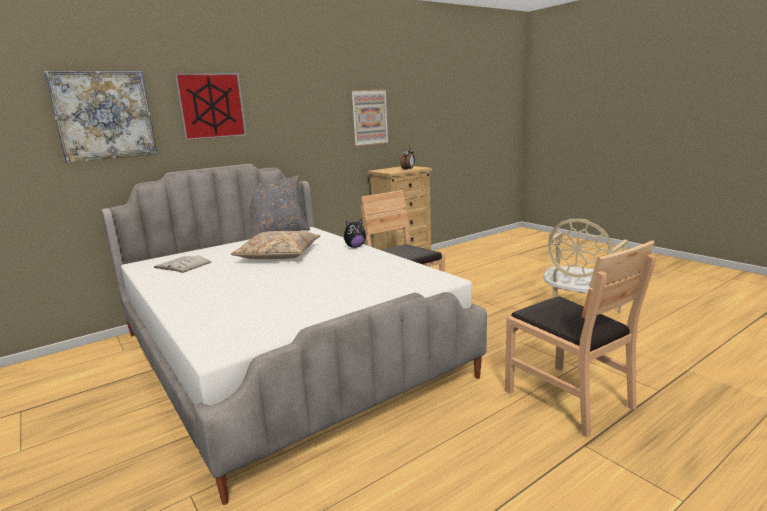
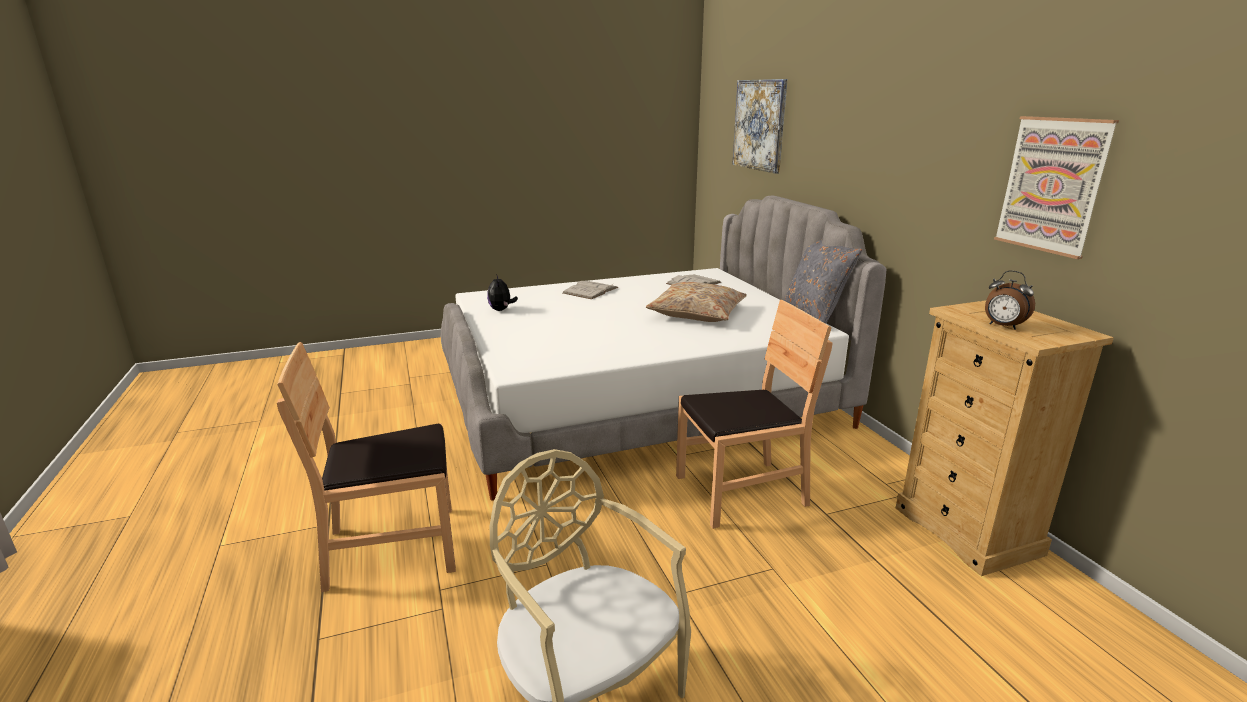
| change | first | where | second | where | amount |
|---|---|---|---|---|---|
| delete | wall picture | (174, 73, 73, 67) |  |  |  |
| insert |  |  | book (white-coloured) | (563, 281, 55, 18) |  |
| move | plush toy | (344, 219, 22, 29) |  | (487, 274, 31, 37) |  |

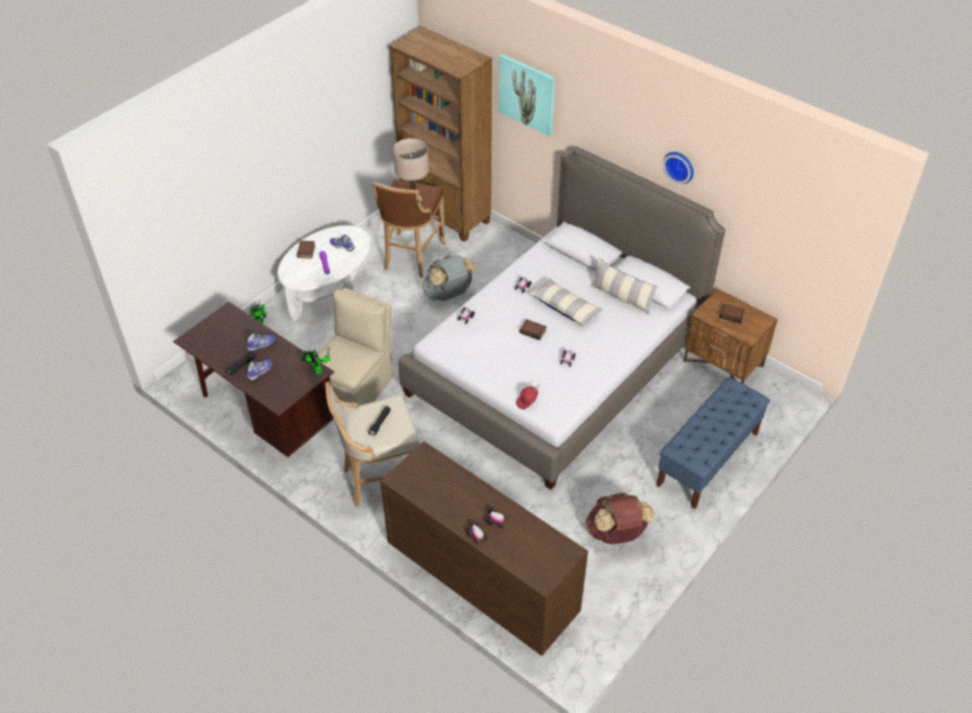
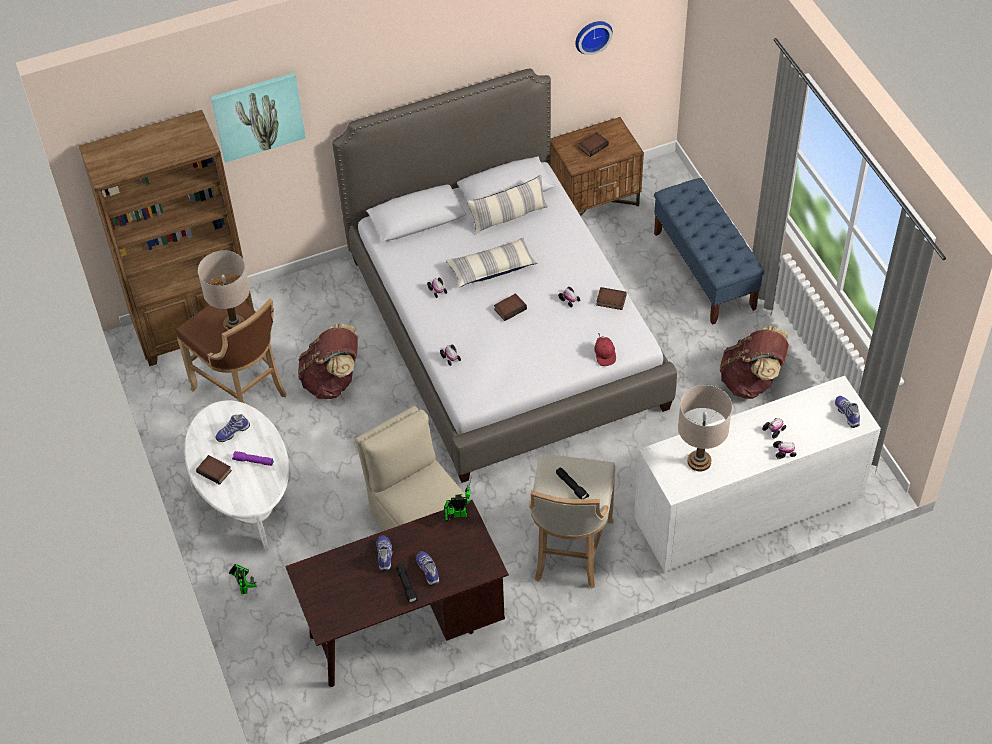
| change | first | where | second | where | amount |
|---|---|---|---|---|---|
| insert |  |  | book | (596, 287, 31, 23) |  |
| insert |  |  | lamp for a table (beige-coloured) | (678, 385, 54, 86) |  |
| insert |  |  | low shoe | (835, 396, 25, 32) |  |
| move | hanging clock | (663, 152, 31, 32) |  | (575, 21, 38, 34) |  |
| recolor | chest of drawers (brown-coloured) | (380, 441, 208, 215) | chest of drawers (white-coloured) | (634, 376, 247, 196) |  |
| recolor | knapsack (gray) | (422, 255, 55, 46) | knapsack (brown-coloured) | (298, 324, 60, 75) |  |

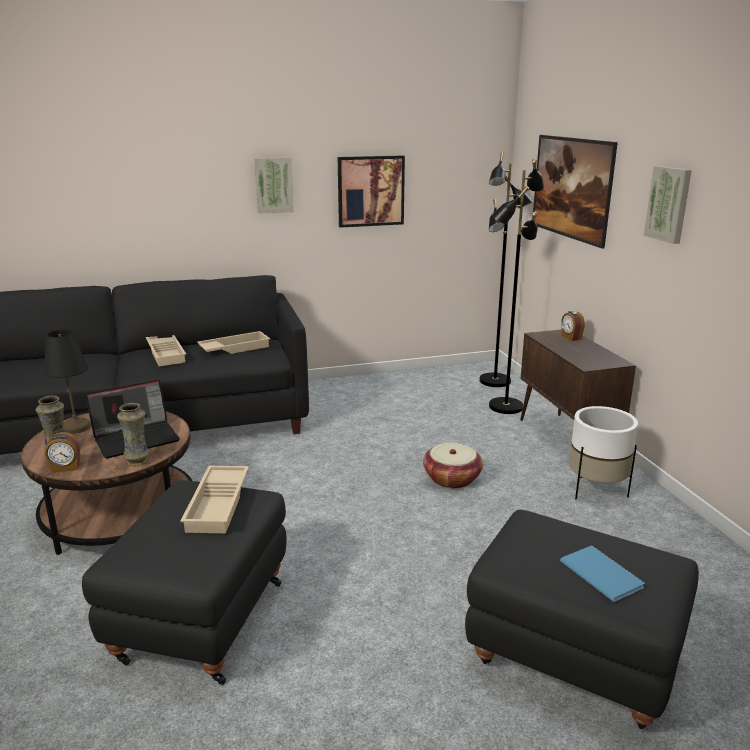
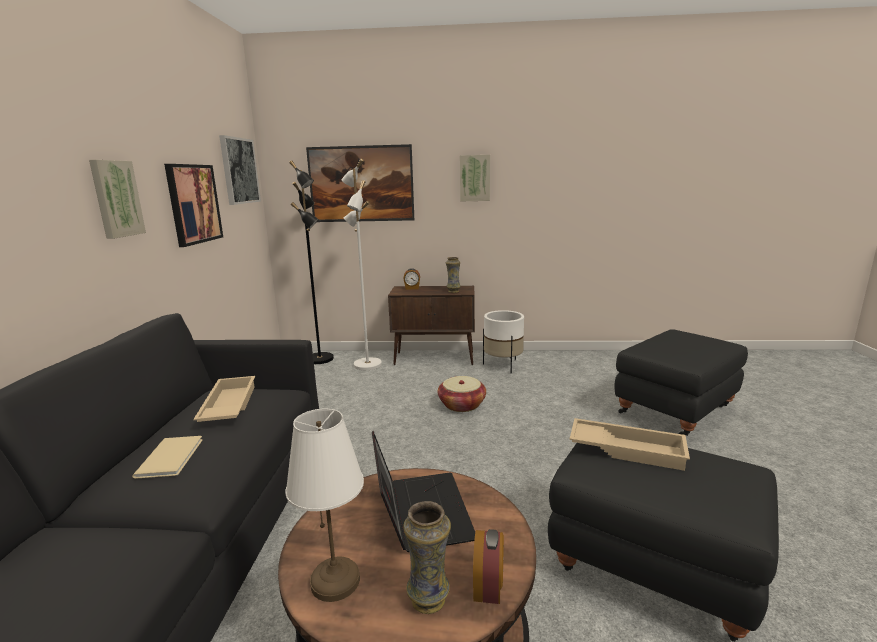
| change | first | where | second | where | amount |
|---|---|---|---|---|---|
| delete | book (bluish) | (560, 546, 85, 56) |  |  |  |
| insert |  |  | wall picture | (219, 135, 42, 70) |  |
| move | vase | (117, 403, 32, 63) |  | (446, 257, 15, 36) |  |
| replace | tray (beige-coloured) | (146, 335, 40, 31) | book (beige-coloured) | (132, 436, 70, 43) |  |
| recolor | lamp for a table (blackish) | (44, 329, 47, 105) | lamp for a table (white-coloured) | (286, 409, 78, 193) |  |
| recolor | standing lamp (blackish) | (489, 159, 55, 255) | standing lamp (white-coloured) | (341, 158, 41, 212) |  |

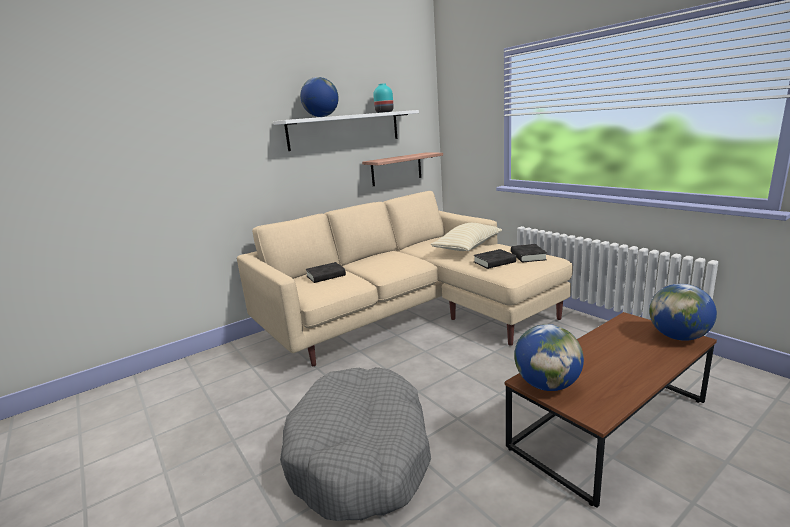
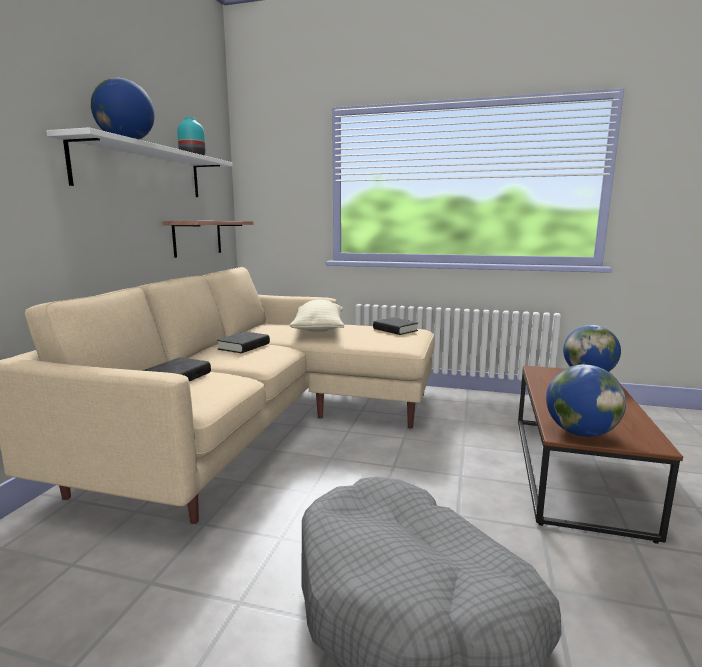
| change | first | where | second | where | amount |
|---|---|---|---|---|---|
| move | book (blackish) | (473, 249, 43, 20) |  | (217, 331, 53, 22) |  |

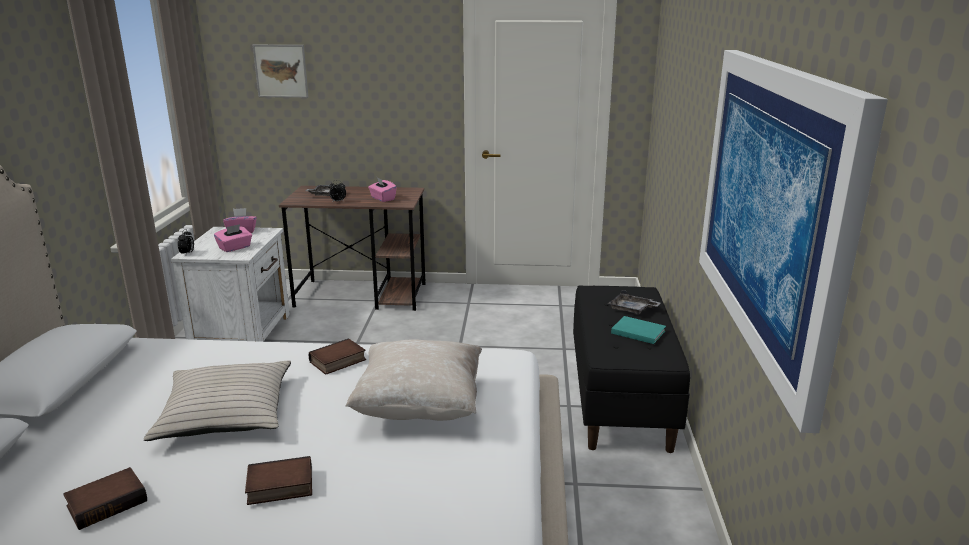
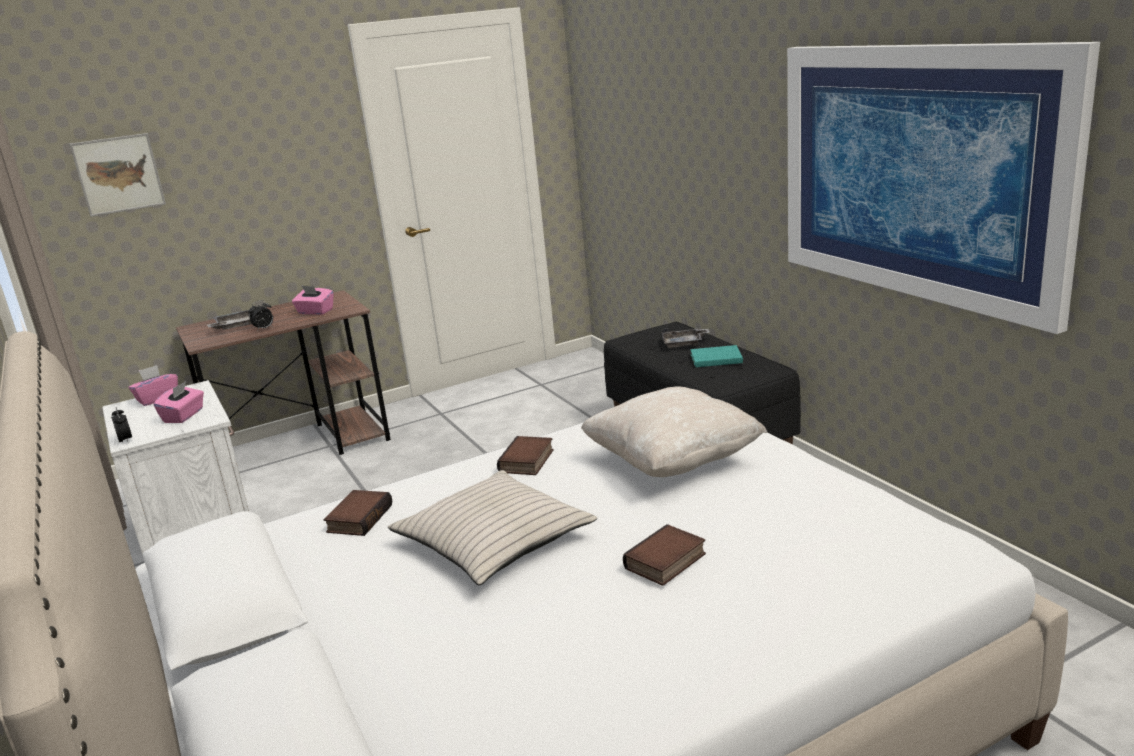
| change | first | where | second | where | amount |
|---|---|---|---|---|---|
| move | book | (63, 467, 84, 63) |  | (324, 490, 68, 46) |  |

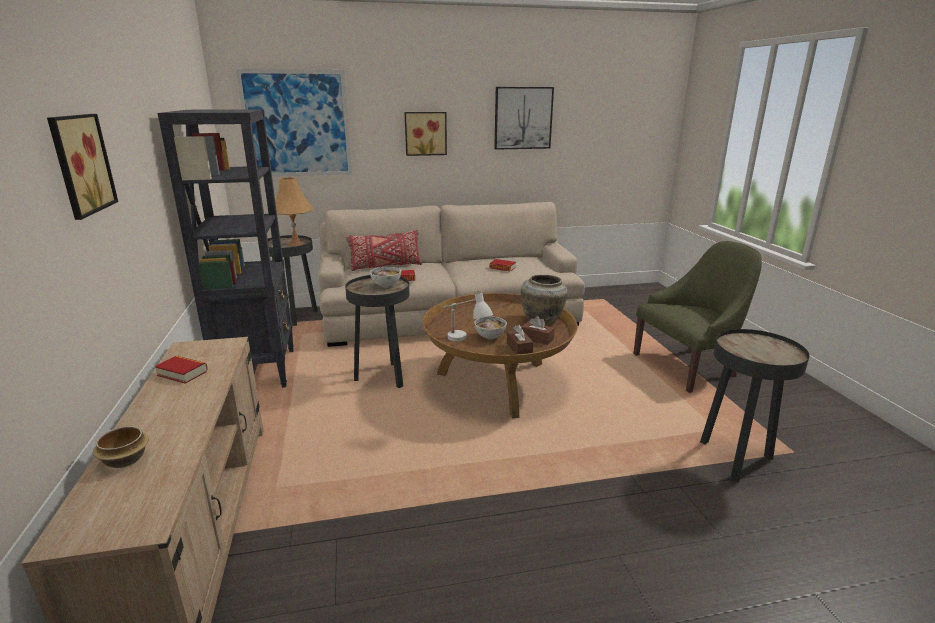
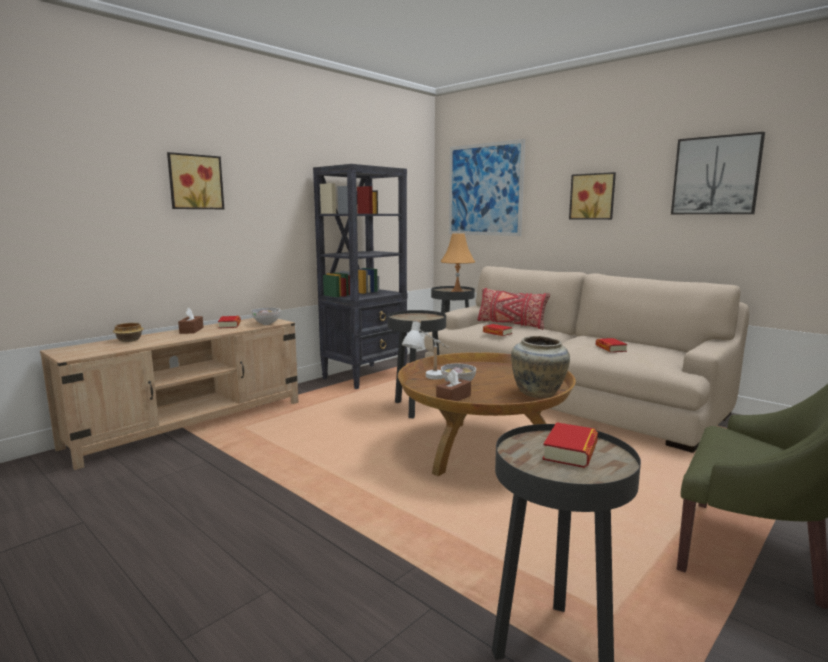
| change | first | where | second | where | amount |
|---|---|---|---|---|---|
| insert |  |  | book | (543, 422, 55, 46) |  |
| move | deep dish | (370, 267, 31, 21) |  | (251, 308, 30, 17) |  |
| move | box of tissues (brown-coloured) | (521, 316, 34, 29) |  | (178, 307, 26, 27) |  |

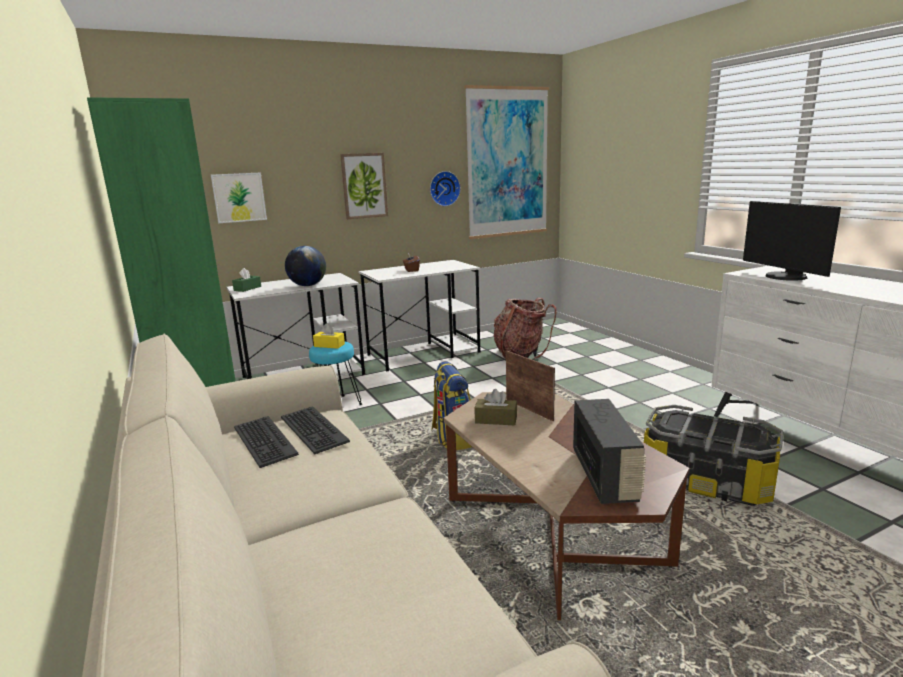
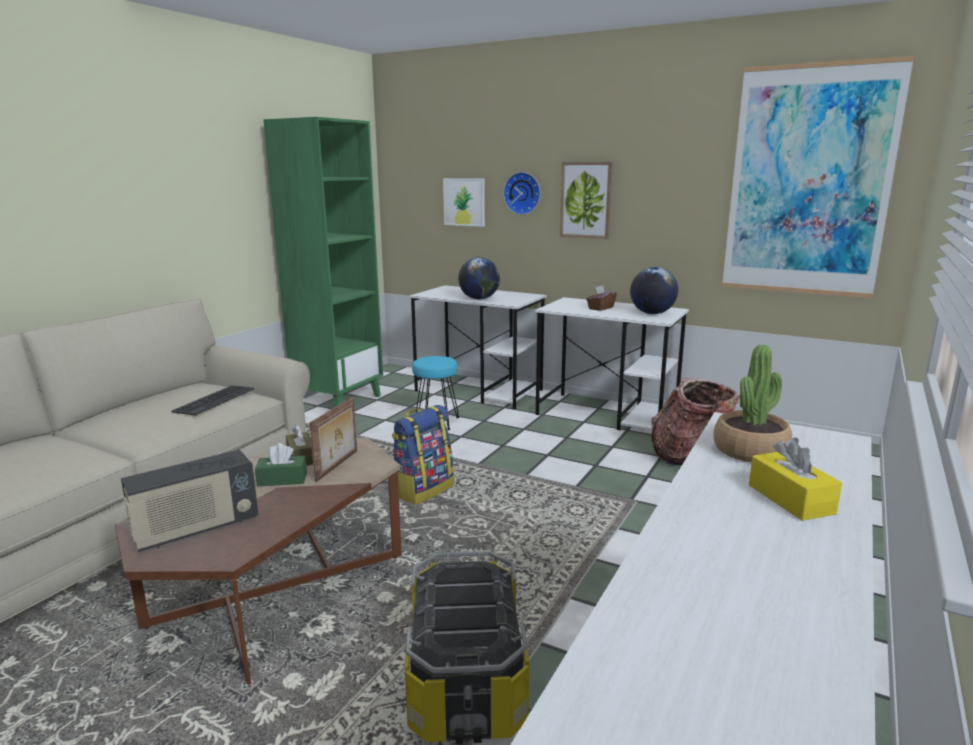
| change | first | where | second | where | amount |
|---|---|---|---|---|---|
| delete | keyboard | (234, 416, 65, 52) |  |  |  |
| insert |  |  | world globe | (630, 267, 48, 47) |  |
| move | box of tissues (green) | (232, 268, 29, 24) |  | (255, 443, 52, 43) |  |
| move | box of tissues (yellow) | (313, 324, 32, 25) |  | (749, 438, 93, 83) |  |
| move | hanging clock | (430, 171, 31, 35) |  | (503, 172, 37, 43) |  |
| replace | monitor | (743, 201, 98, 80) | plant in a pot | (714, 345, 78, 117) |  |

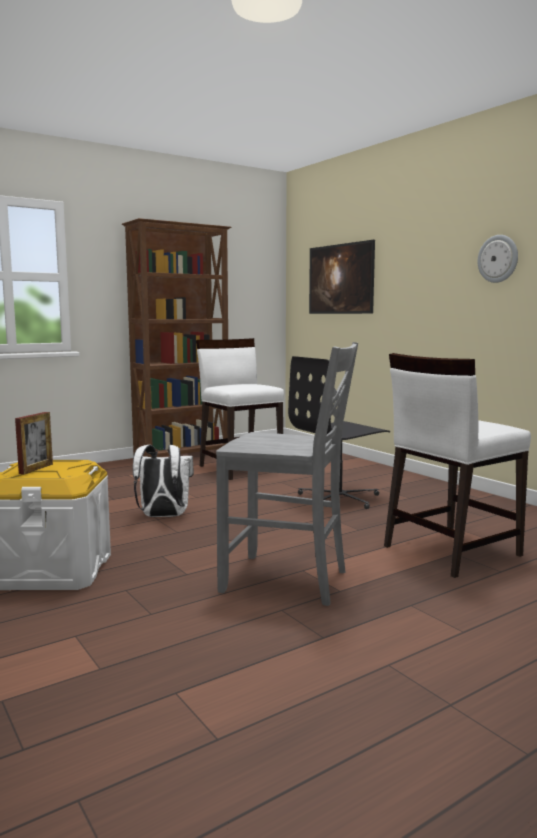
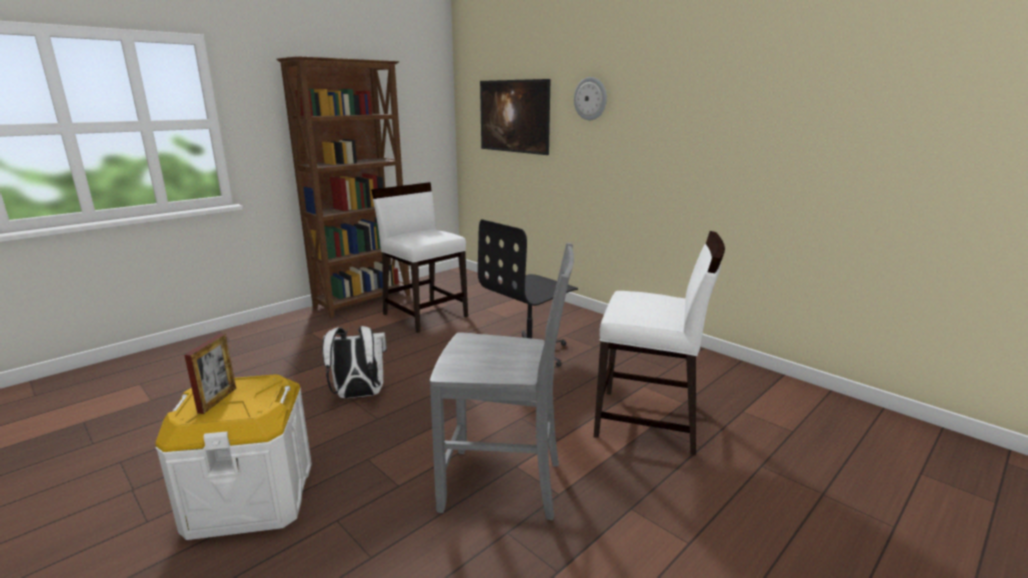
| change | first | where | second | where | amount |
|---|---|---|---|---|---|
| move | hanging clock | (478, 235, 40, 48) |  | (574, 77, 33, 43) |  |
| rotate | chair (white-coloured) | (384, 353, 147, 225) |  | (594, 231, 131, 224) | 120 degrees counterclockwise |

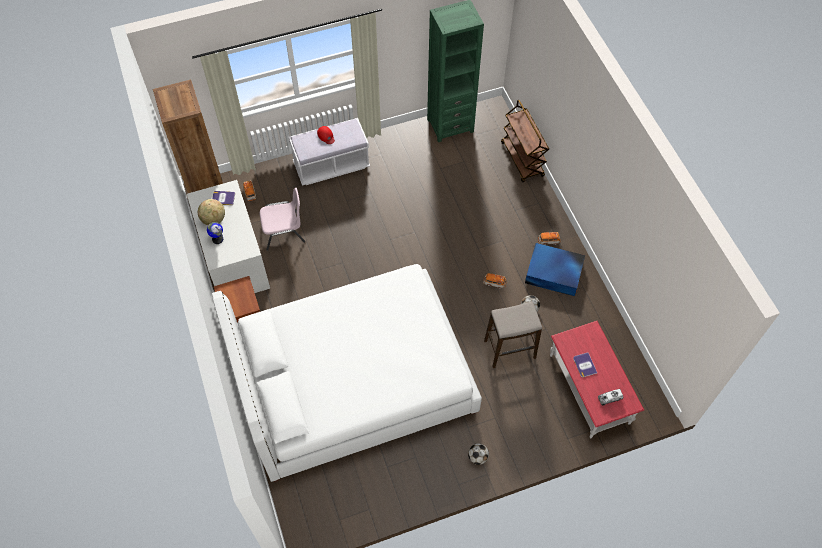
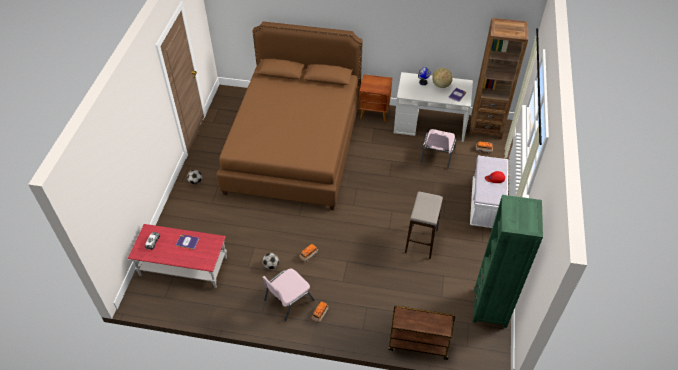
| change | first | where | second | where | amount |
|---|---|---|---|---|---|
| move | stool seat | (484, 302, 58, 66) |  | (405, 191, 38, 68) |  |
| replace | storage container (bluish) | (525, 243, 60, 53) | chair (pink-coloured) | (263, 268, 51, 54) |  |
| recolor | bed (white-coloured) | (212, 264, 270, 218) | bed (brown-coloured) | (216, 21, 147, 189) |  |

